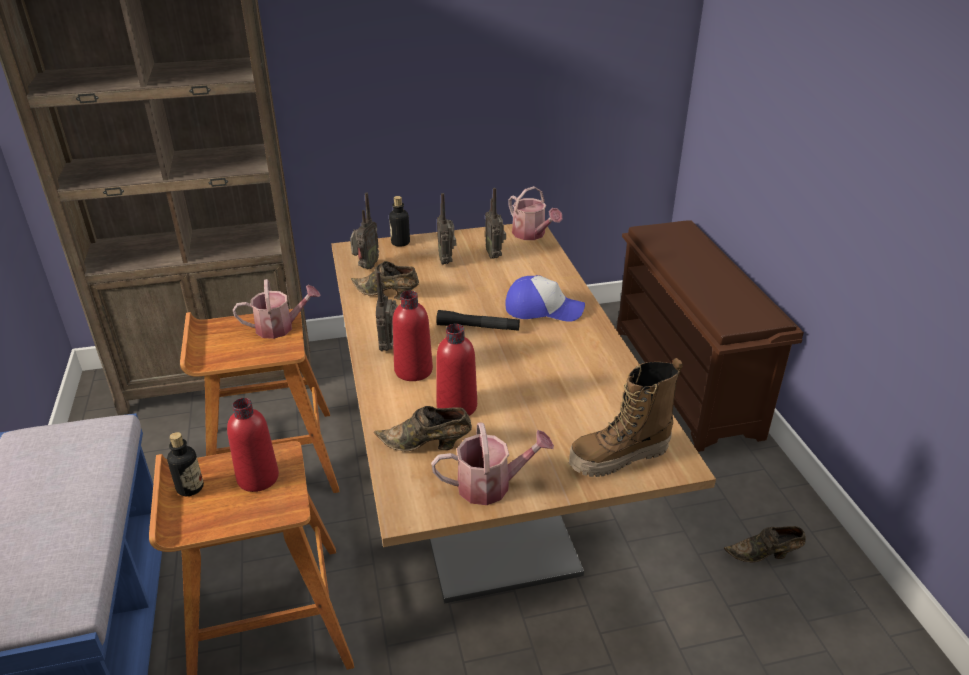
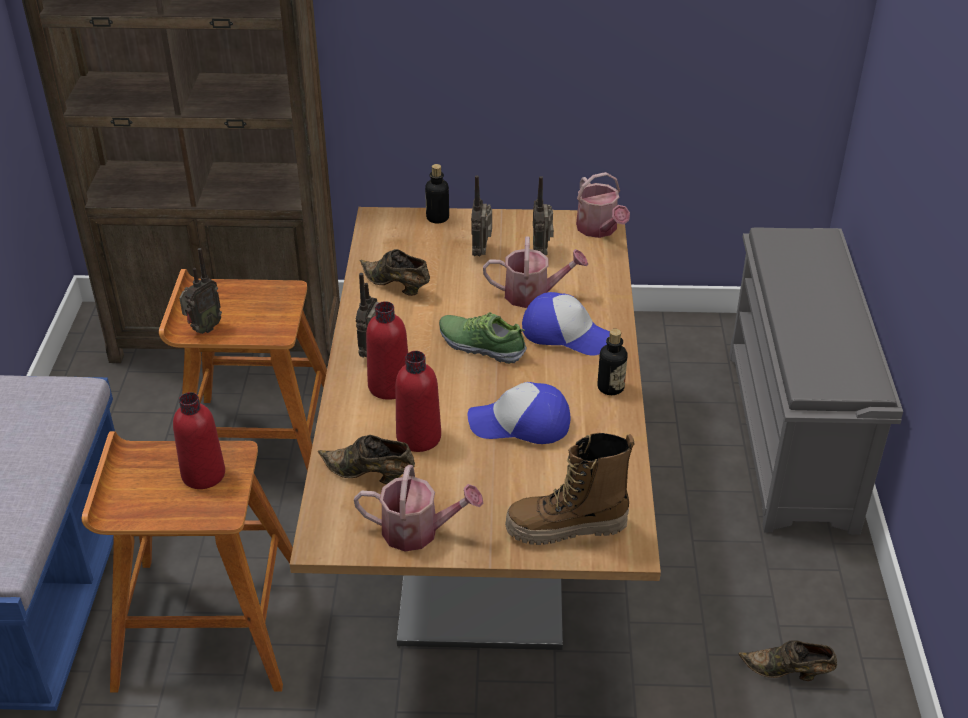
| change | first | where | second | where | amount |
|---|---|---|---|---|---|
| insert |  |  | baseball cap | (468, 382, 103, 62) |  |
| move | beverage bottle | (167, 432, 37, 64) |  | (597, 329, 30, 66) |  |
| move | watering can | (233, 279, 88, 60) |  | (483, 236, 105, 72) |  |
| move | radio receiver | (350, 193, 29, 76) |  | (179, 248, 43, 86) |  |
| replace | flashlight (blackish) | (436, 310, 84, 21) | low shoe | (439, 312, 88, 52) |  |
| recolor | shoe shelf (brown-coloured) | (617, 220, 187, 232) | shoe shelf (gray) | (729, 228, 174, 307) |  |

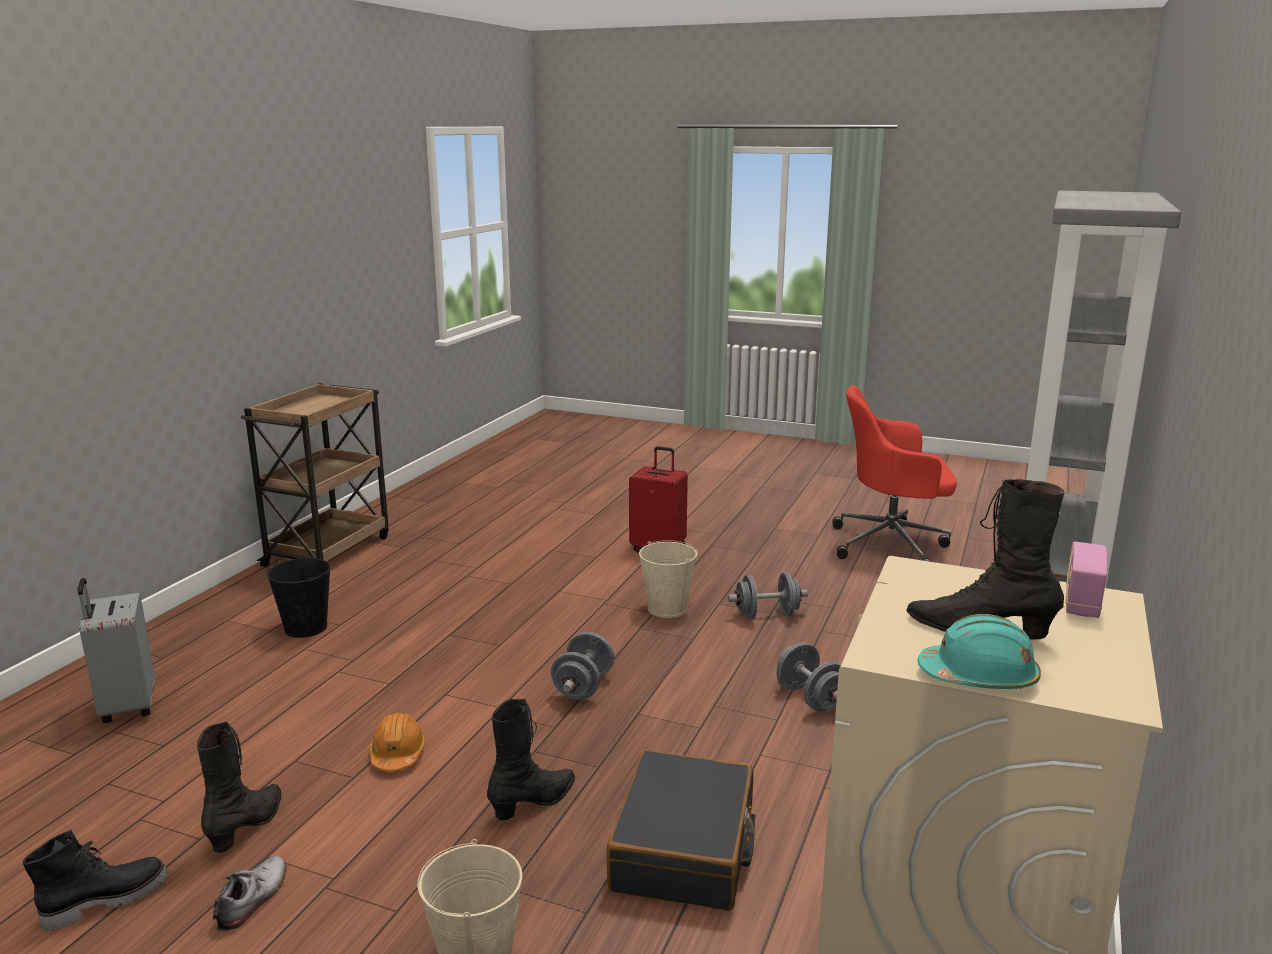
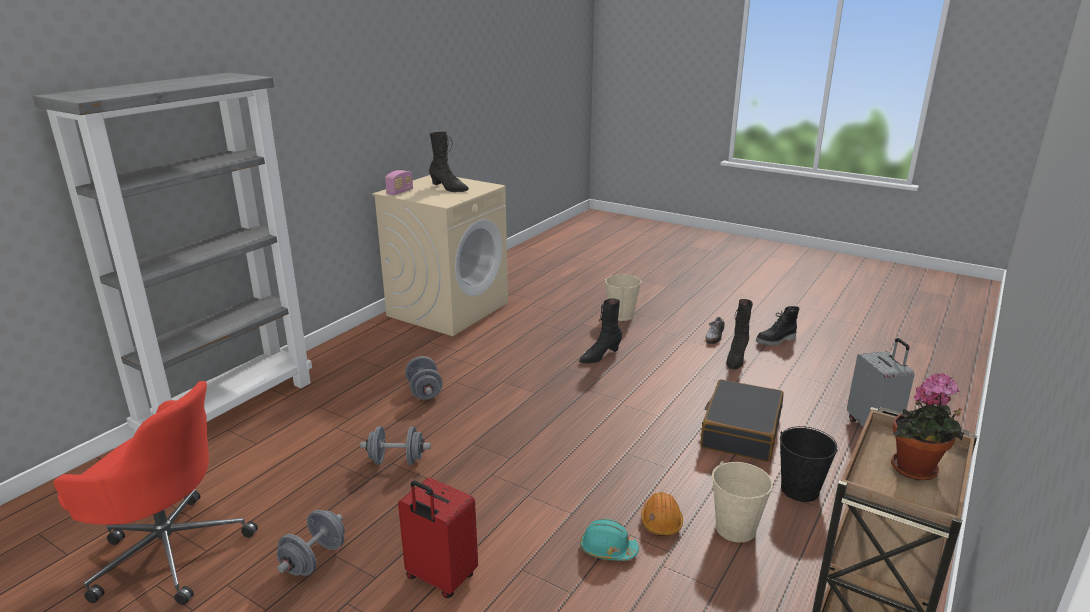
| change | first | where | second | where | amount |
|---|---|---|---|---|---|
| insert |  |  | plant in a pot | (891, 373, 72, 107) |  |
| move | work helmet (orangey) | (369, 712, 56, 59) |  | (641, 492, 42, 44) |  |
| move | dumbbell (gray) | (551, 632, 63, 68) |  | (277, 510, 68, 66) |  |
| move | travel case (blackish) | (606, 750, 149, 161) |  | (700, 379, 84, 83) |  |
| move | bucket (beige-coloured) | (639, 540, 59, 78) |  | (712, 461, 61, 82) |  |
| move | work helmet (turquoise) | (918, 614, 123, 75) |  | (580, 519, 59, 42) |  |

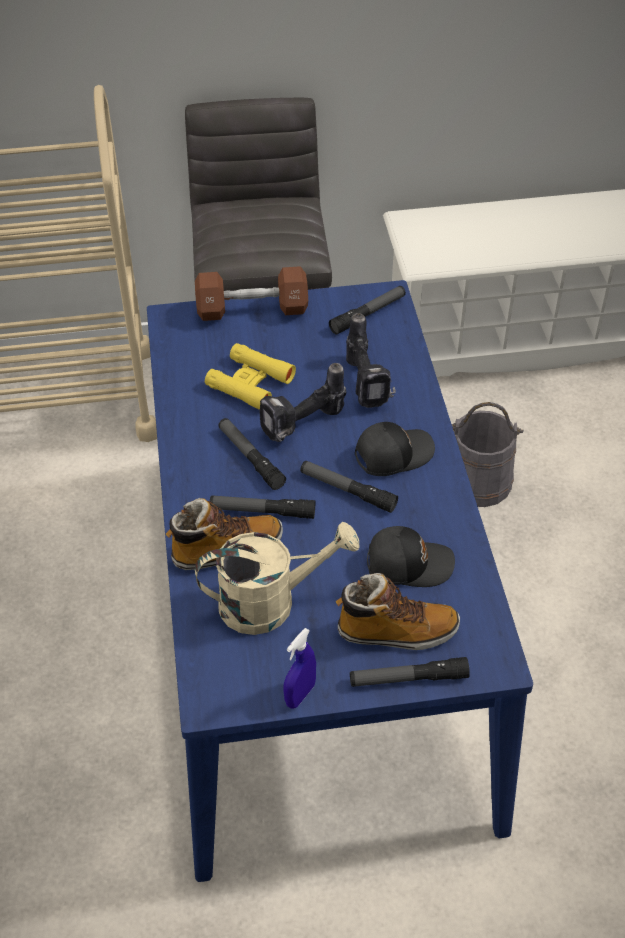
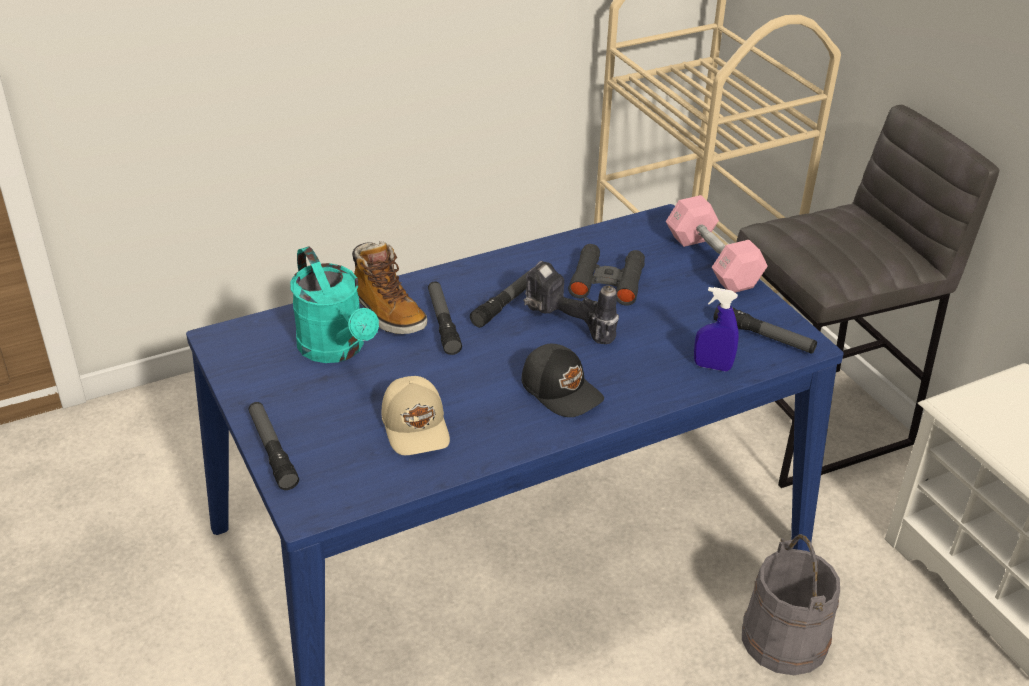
| change | first | where | second | where | amount |
|---|---|---|---|---|---|
| delete | flashlight | (300, 461, 98, 52) |  |  |  |
| delete | high-top boot | (335, 573, 125, 77) |  |  |  |
| delete | power drill | (346, 313, 50, 95) |  |  |  |
| move | spray bottle (bluish) | (284, 628, 32, 81) |  | (694, 287, 45, 85) |  |
| recolor | dumbbell (brown-coloured) | (195, 266, 113, 55) | dumbbell (pink-coloured) | (666, 195, 102, 98) |  |
| recolor | watering can (beige-coloured) | (195, 522, 164, 113) | watering can (turquoise) | (290, 246, 89, 117) |  |
| recolor | pair of binoculars (yellow) | (205, 343, 91, 67) | pair of binoculars (blackish) | (568, 244, 77, 62) |  |
| recolor | baseball cap (blackish) | (367, 526, 88, 61) | baseball cap (beige-coloured) | (381, 376, 69, 79) |  |

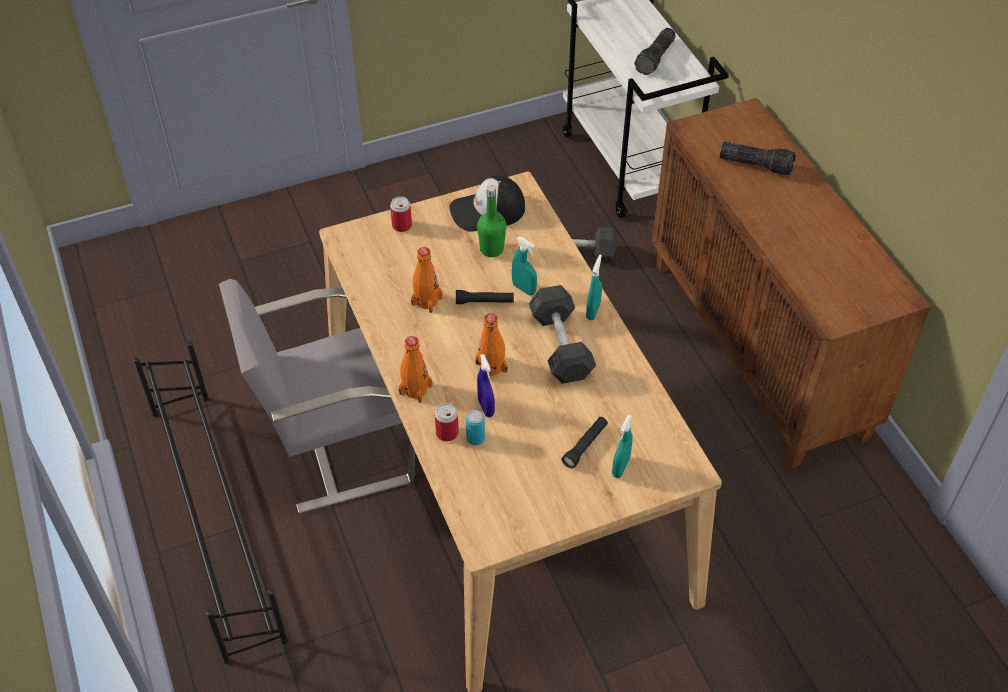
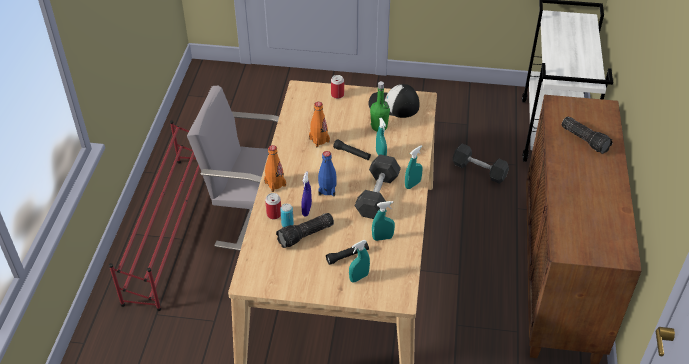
| change | first | where | second | where | amount |
|---|---|---|---|---|---|
| insert |  |  | spray bottle (turquoise) | (372, 201, 23, 40) |  |
| move | flashlight | (635, 28, 41, 47) |  | (276, 213, 58, 35) |  |
| recolor | shoe shelf (blackish) | (134, 342, 154, 322) | shoe shelf (red-coloured) | (109, 120, 91, 191) |  |
| recolor | beverage bottle (orangey) | (475, 313, 33, 63) | beverage bottle (bluish) | (318, 151, 19, 46) |  |

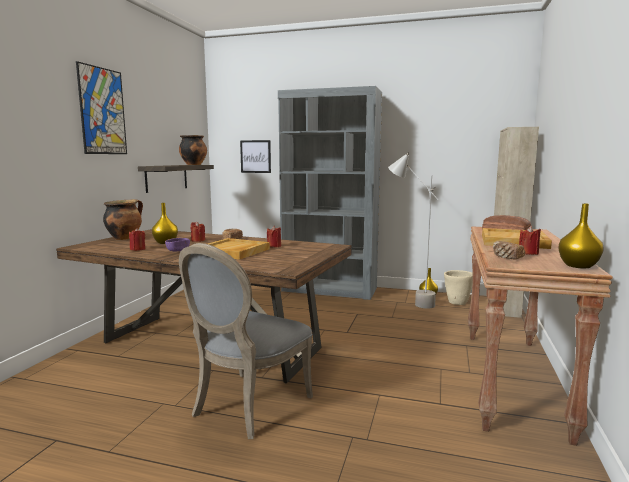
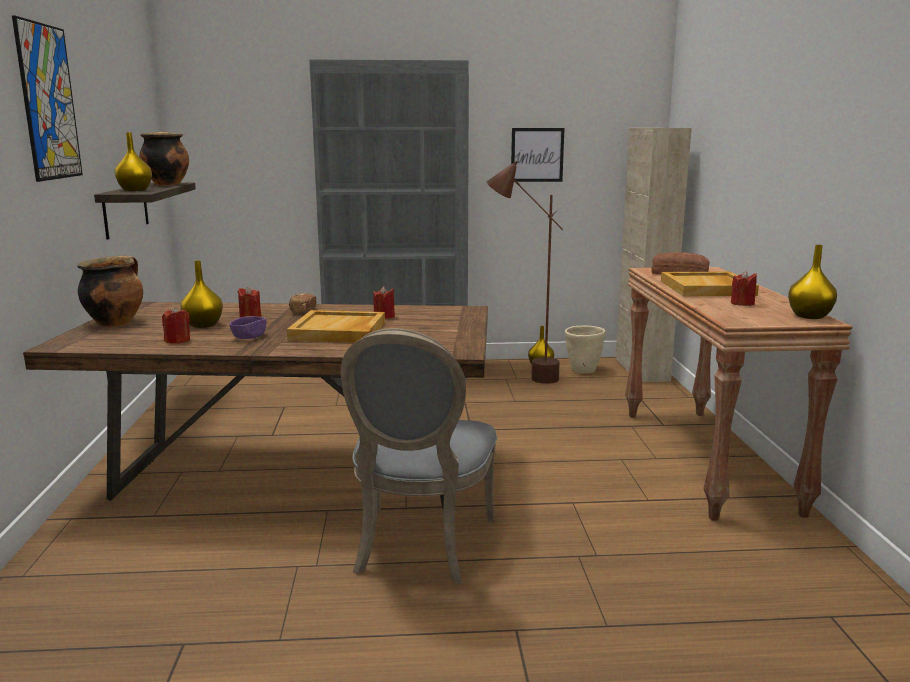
| change | first | where | second | where | amount |
|---|---|---|---|---|---|
| delete | baked bread | (493, 241, 32, 19) |  |  |  |
| insert |  |  | vase (yellow) | (115, 133, 37, 58) |  |
| move | wall picture | (240, 140, 31, 33) |  | (511, 128, 53, 54) |  |
| recolor | standing lamp (gray) | (388, 152, 50, 157) | standing lamp (brown-coloured) | (487, 161, 76, 223) |  |

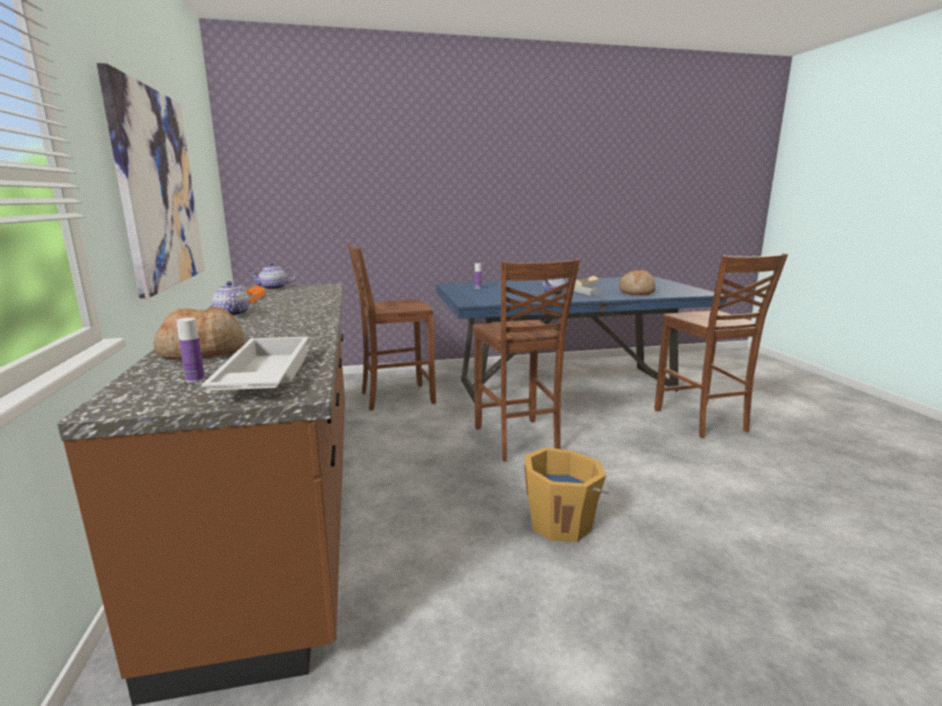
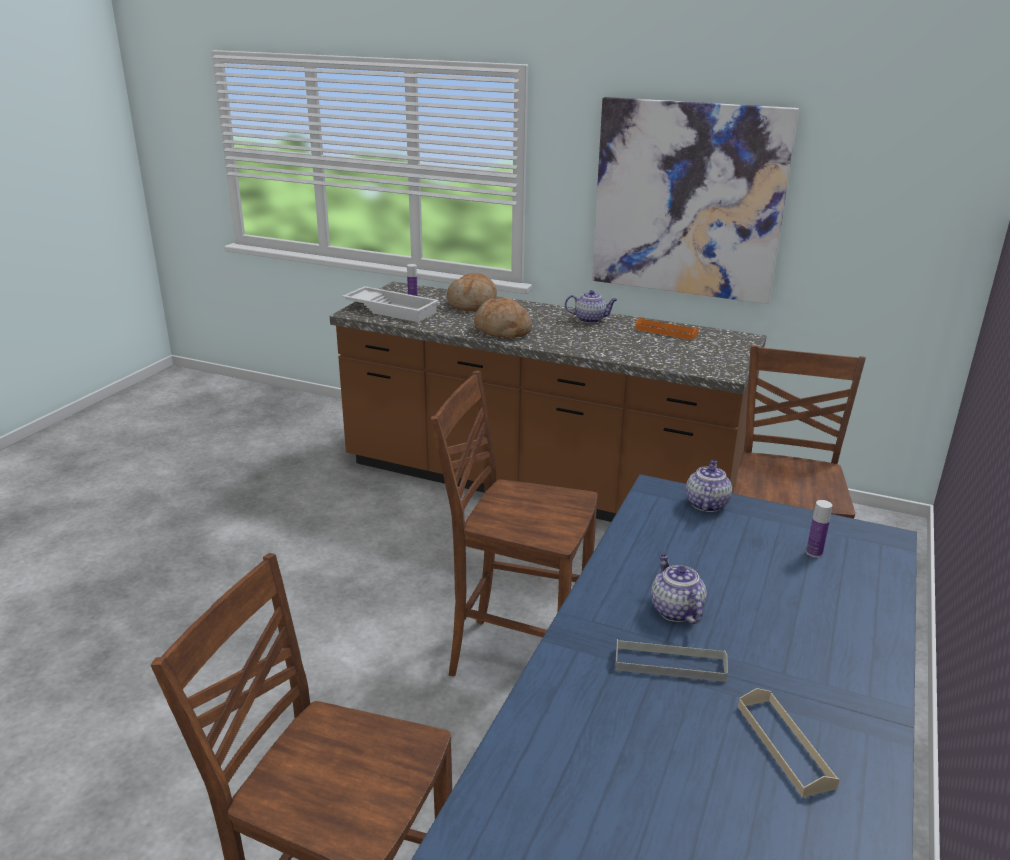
| change | first | where | second | where | amount |
|---|---|---|---|---|---|
| delete | bucket (orangey) | (524, 447, 85, 95) |  |  |  |
| move | teapot | (249, 262, 47, 28) |  | (686, 460, 46, 52) |  |
| move | baked bread | (619, 270, 37, 25) |  | (474, 297, 58, 41) |  |

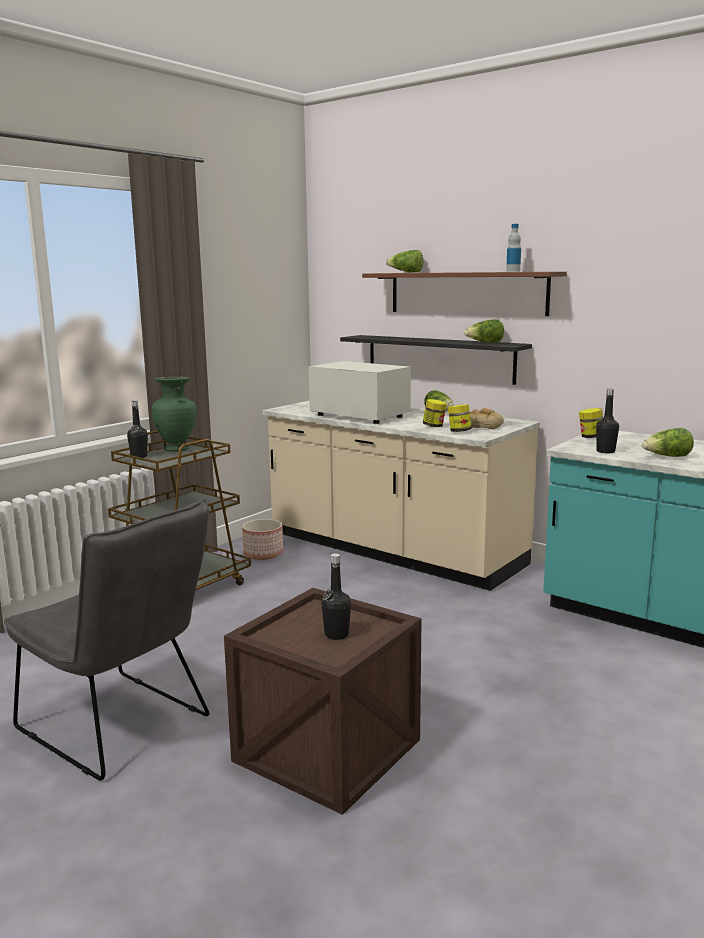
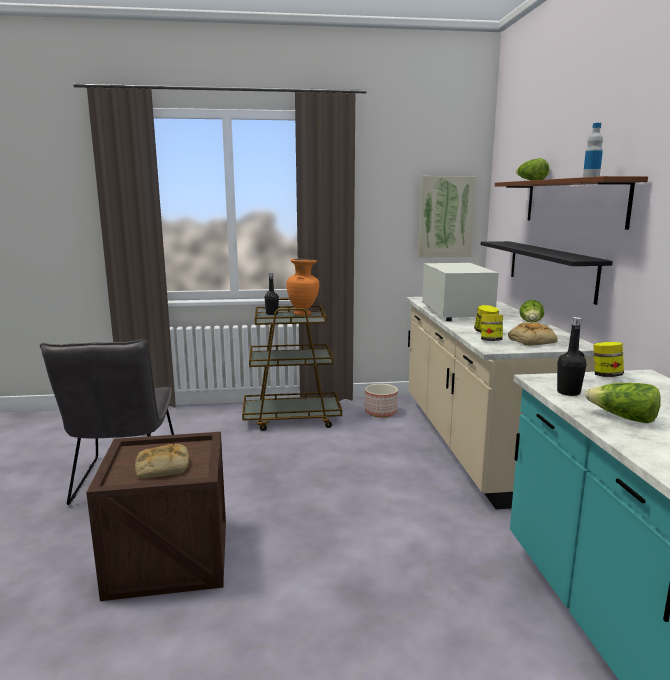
| change | first | where | second | where | amount |
|---|---|---|---|---|---|
| delete | lettuce | (464, 319, 40, 24) |  |  |  |
| insert |  |  | wall picture | (418, 176, 58, 81) |  |
| replace | beverage bottle (blackish) | (321, 553, 30, 87) | baked bread | (135, 444, 54, 34) |  |
| recolor | vase (green) | (152, 377, 45, 75) | vase (orangey) | (287, 259, 32, 57) |  |

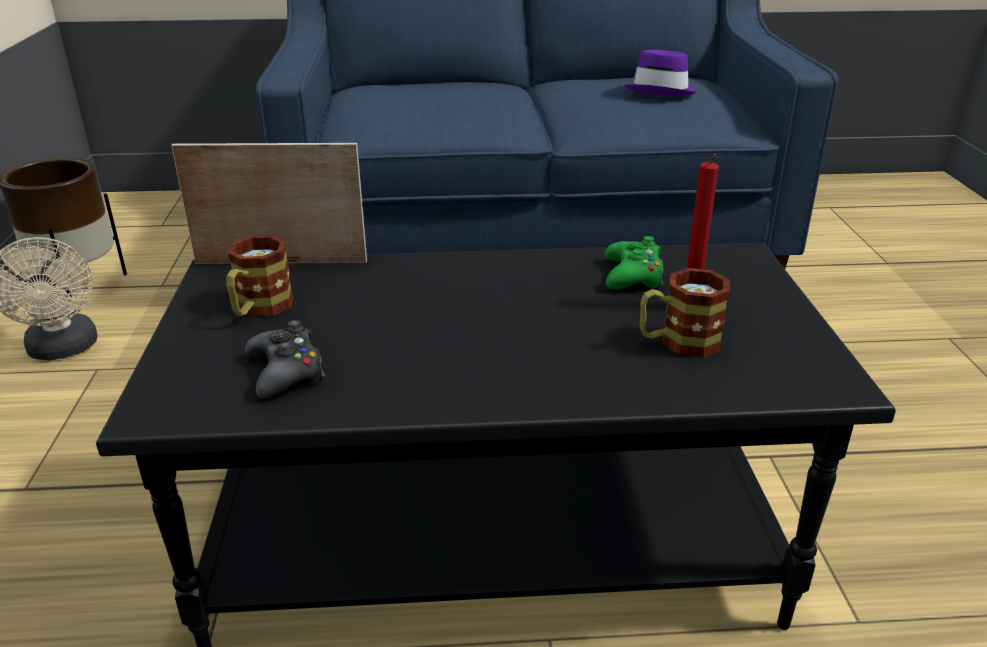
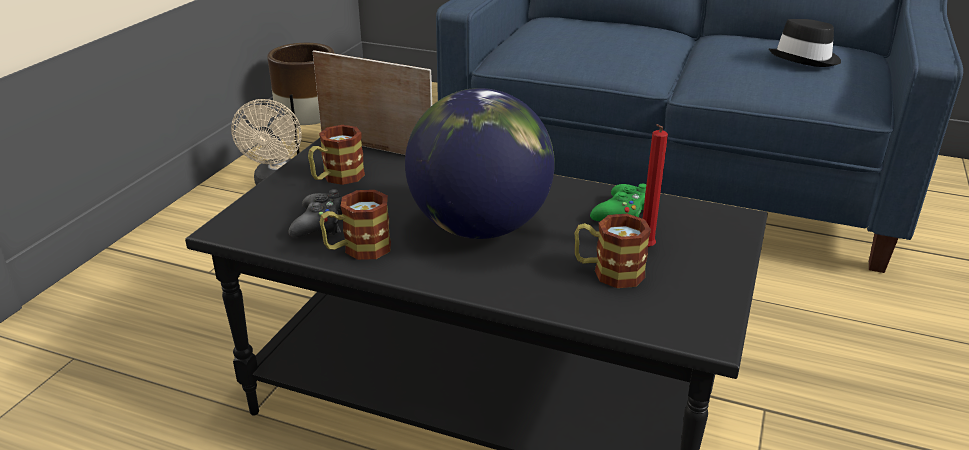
| change | first | where | second | where | amount |
|---|---|---|---|---|---|
| insert |  |  | coffee mug | (320, 190, 71, 70) |  |
| insert |  |  | world globe | (405, 88, 150, 151) |  |
| recolor | hat (purple) | (624, 50, 73, 46) | hat (blackish) | (769, 19, 72, 48) |  |

